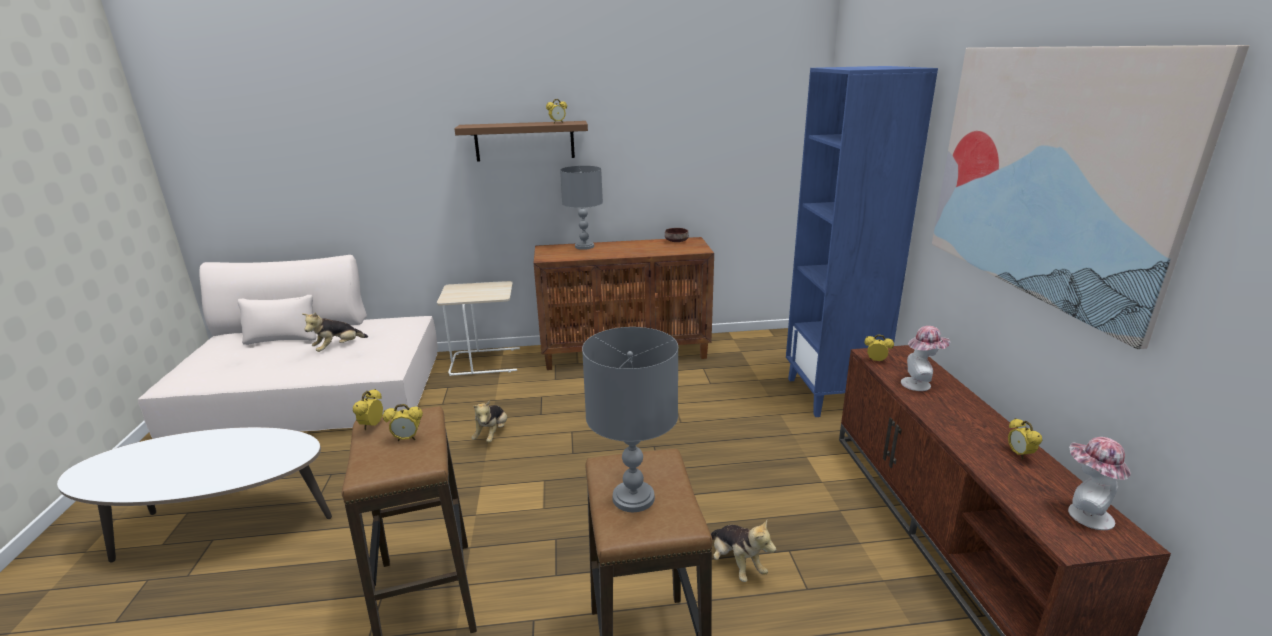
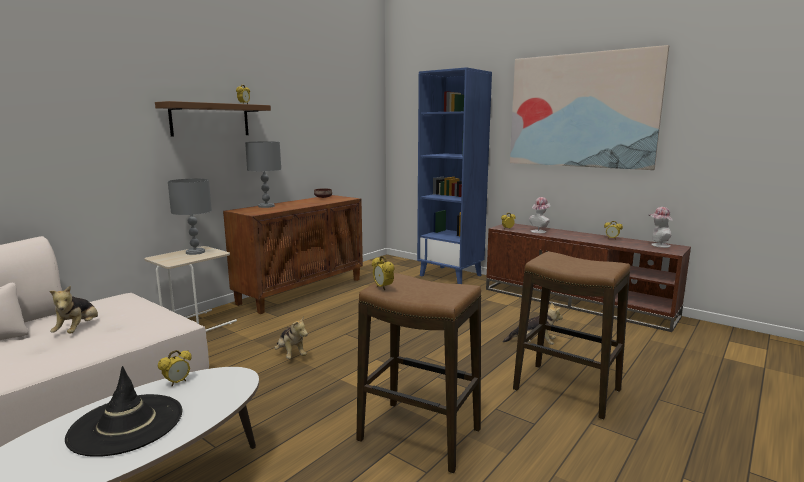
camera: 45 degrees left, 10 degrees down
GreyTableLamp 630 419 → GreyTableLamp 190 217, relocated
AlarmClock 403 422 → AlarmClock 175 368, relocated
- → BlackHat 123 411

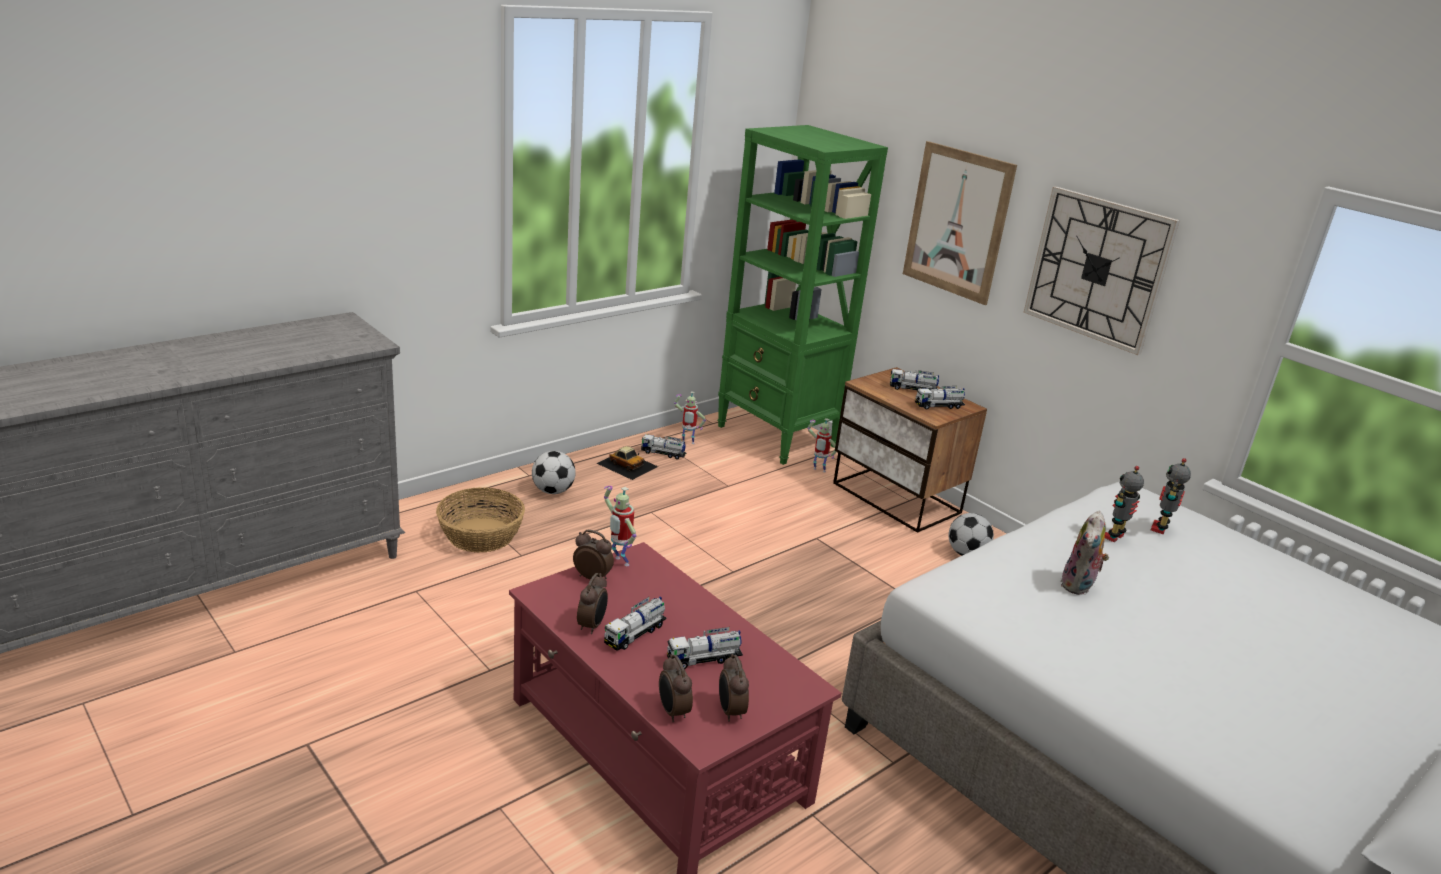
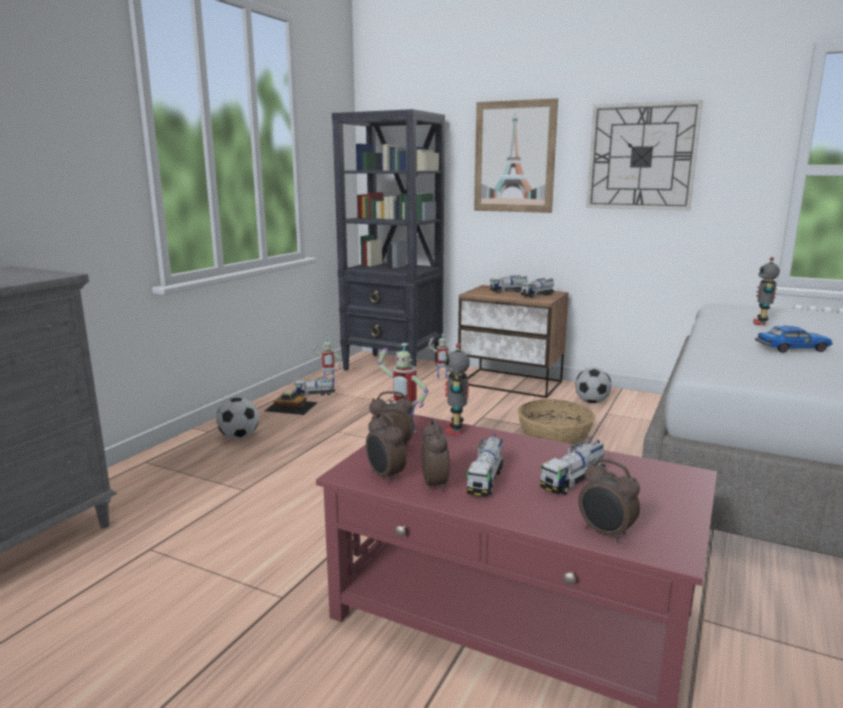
camera: 20 degrees left, 10 degrees down
GreenBookcase 802 295 → BlackBookcase 388 240
ToyRobot 1171 496 → ToyRobot 457 389, relocated
Basket 480 520 → Basket 556 421, relocated
PlushToy 1085 552 → ToyCar 794 339
AlarmClock 734 688 → AlarmClock 386 447, relocated

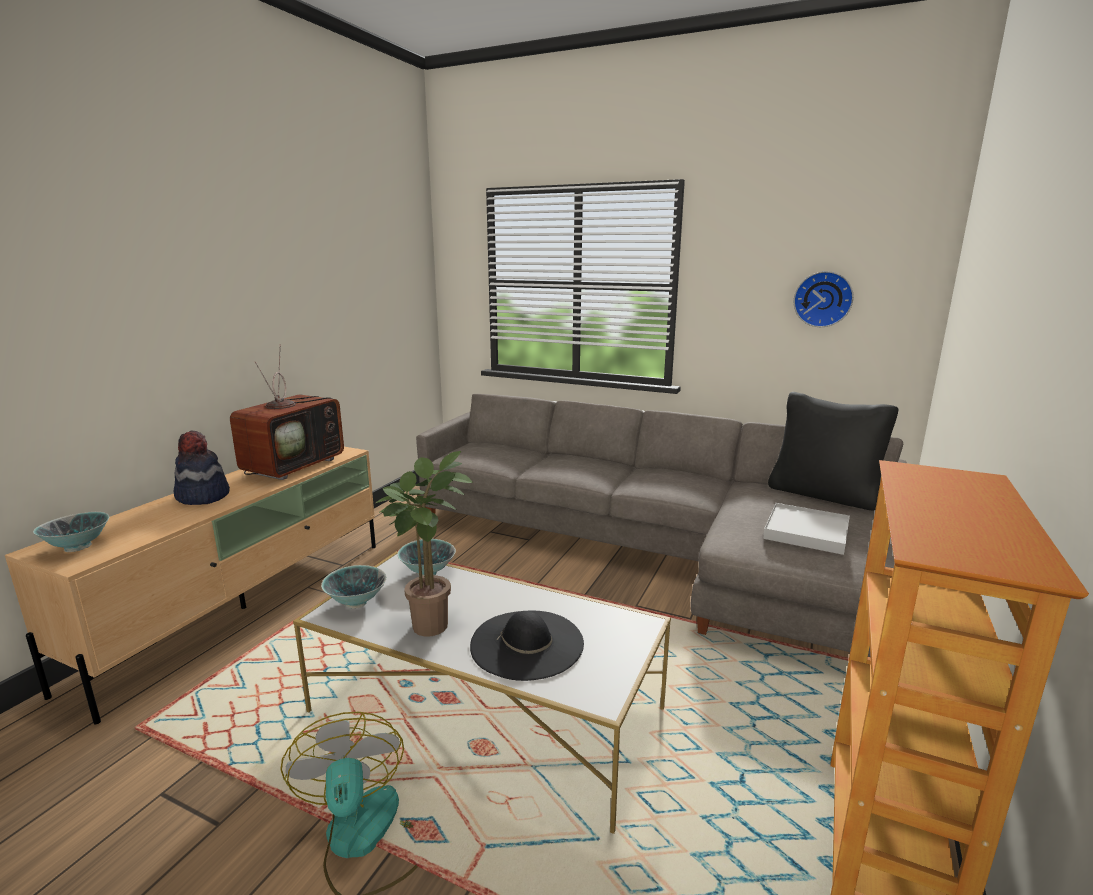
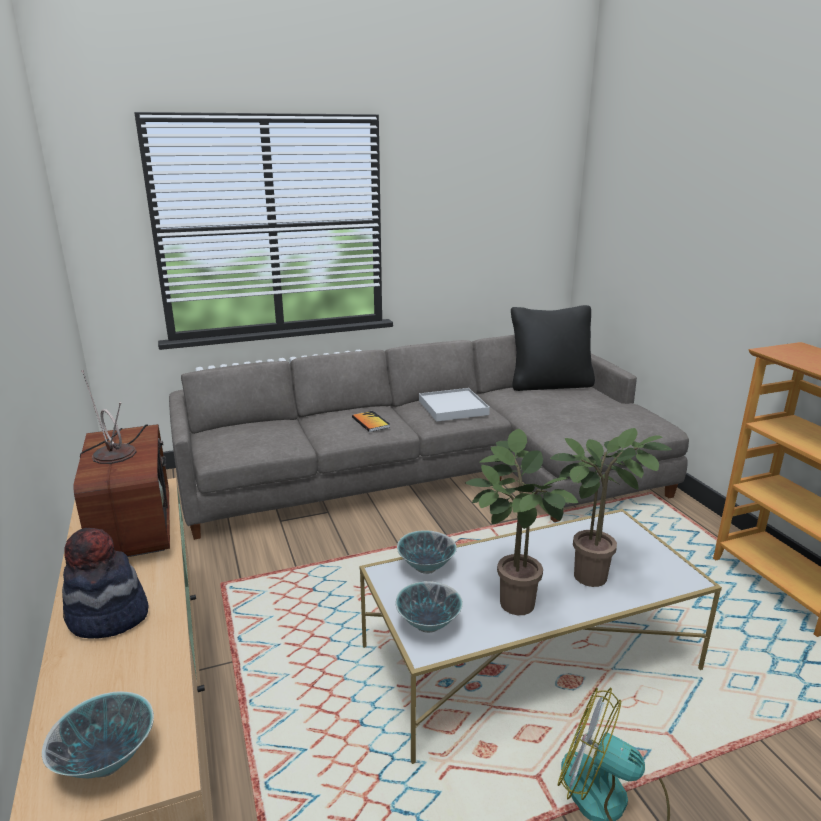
camera: 45 degrees left, 5 degrees up
WallClock 824 299 → -
WhiteTray 806 529 → WhiteTray 454 405, relocated
BlackHat 527 646 → PottedPlant 611 507
- → Book 371 421

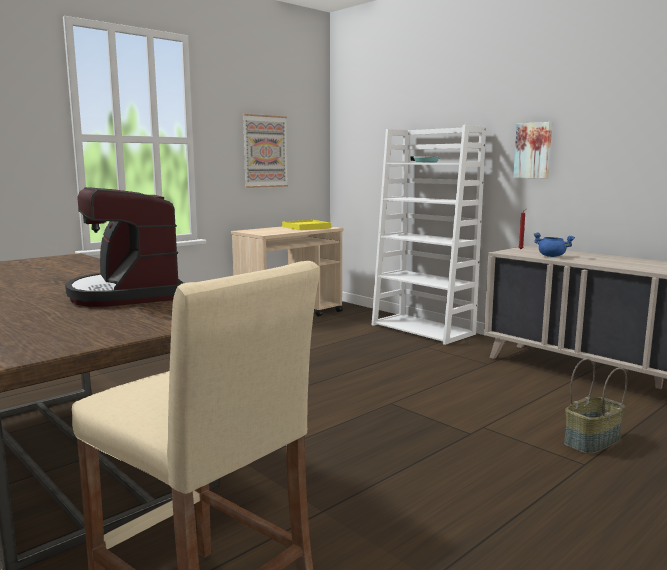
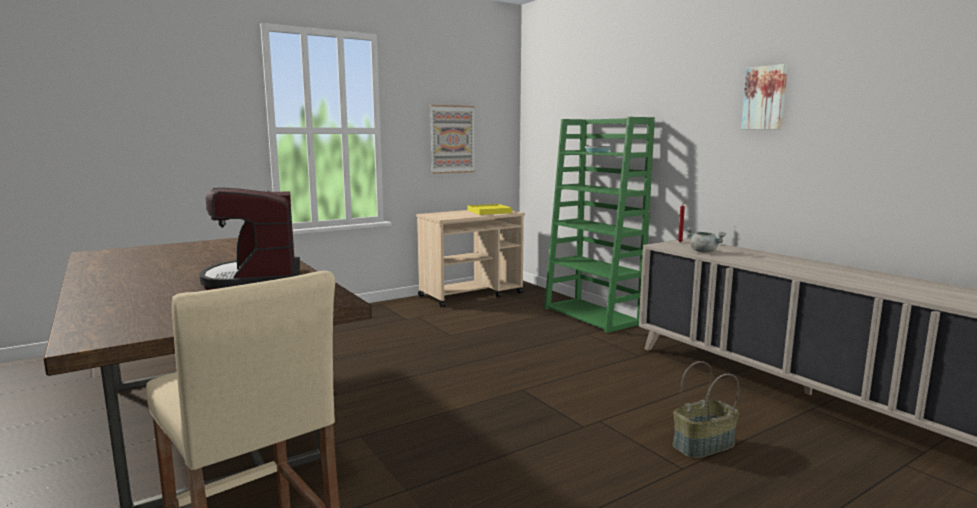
camera: 10 degrees right, 0 degrees up
Picture 532 150 → Picture 764 96, relocated
WhiteBookcase 429 235 → GreenBookcase 599 225
BlueCookingPot 554 245 → GreyCookingPot 706 239

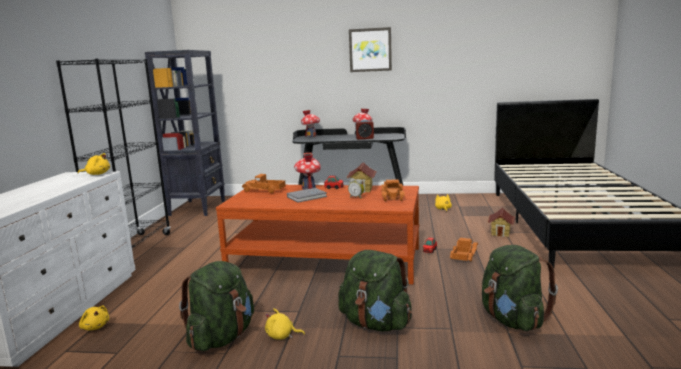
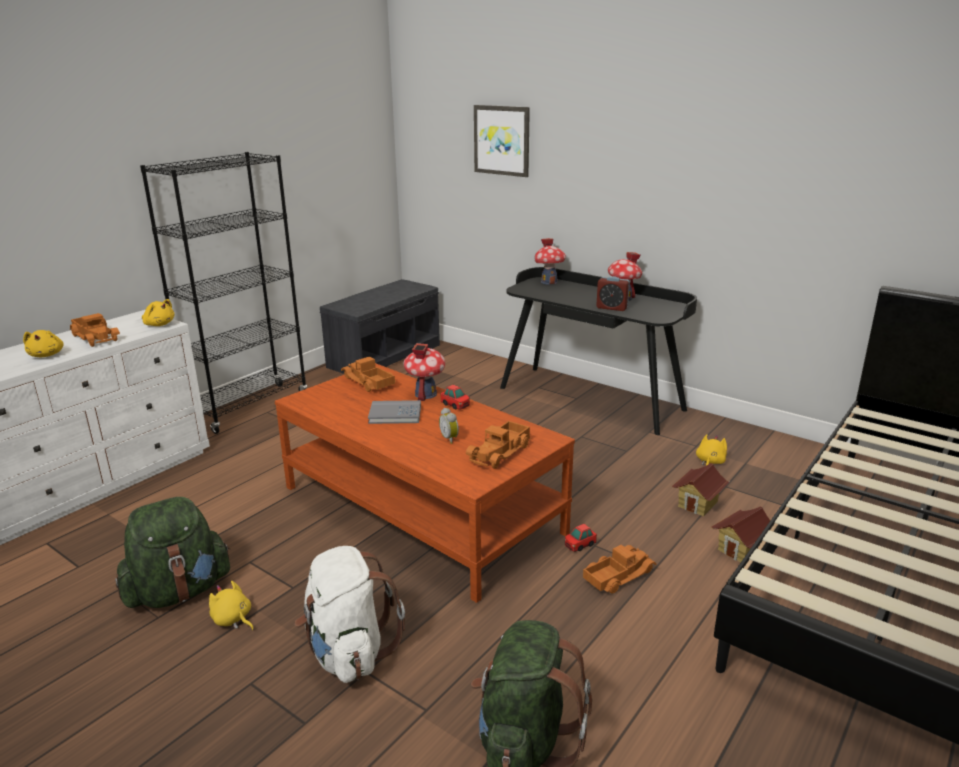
camera: 30 degrees right, 10 degrees up
Picture 370 49 → Picture 502 141, relocated
BlackBookcase 185 133 → GreyBench 380 326
ToyHouse 361 177 → ToyHouse 700 489, relocated
GreenBackpack 375 291 → WhiteBackpack 350 614
YellowPlushToy 94 317 → YellowPlushToy 43 343, relocated
- → ToyTruck 95 330

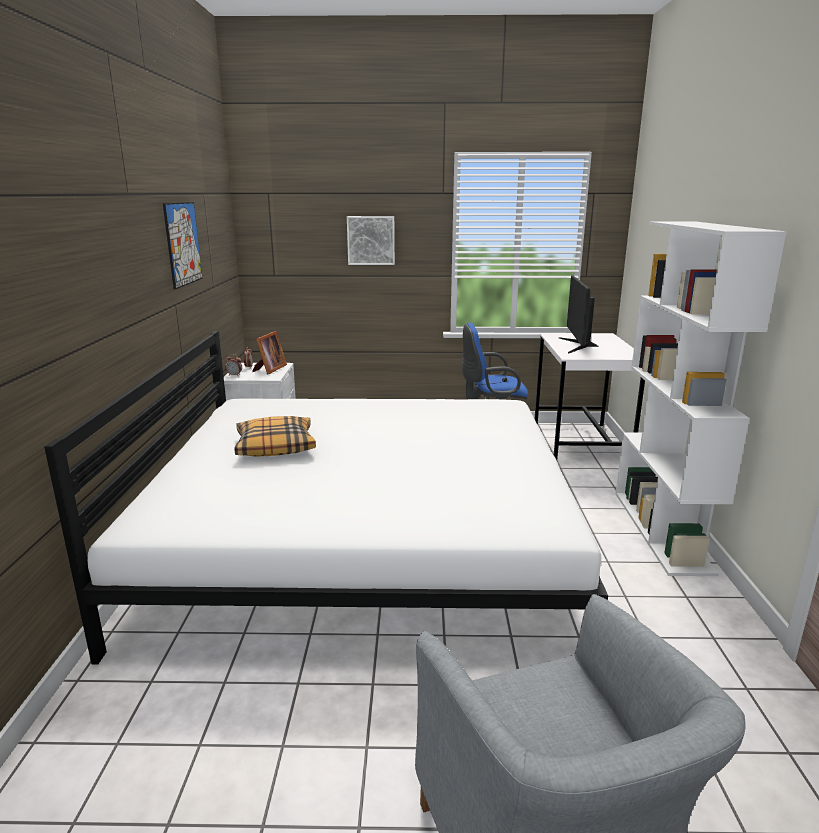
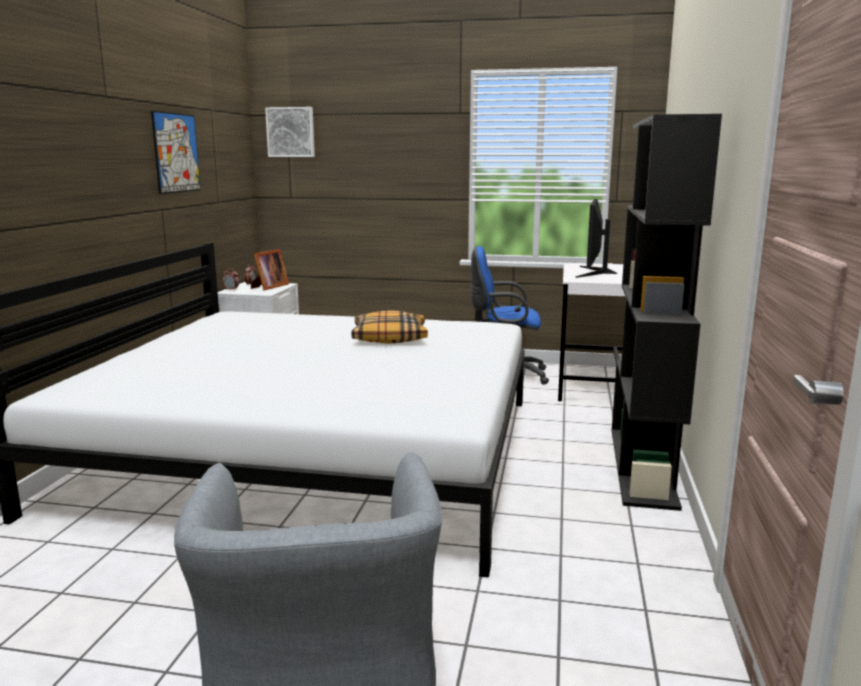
camera: 10 degrees right, 5 degrees down
Picture 371 240 → Picture 290 132, relocated
WhiteBookcase 701 399 → BlackBookcase 667 312
Pillow 275 436 → Pillow 389 327, relocated

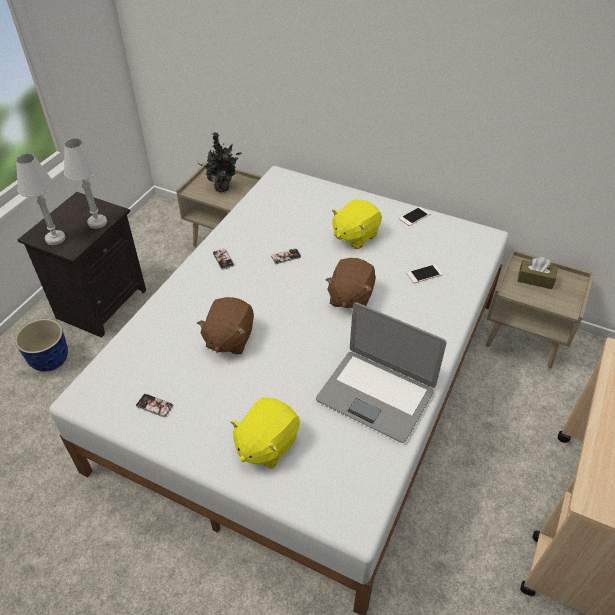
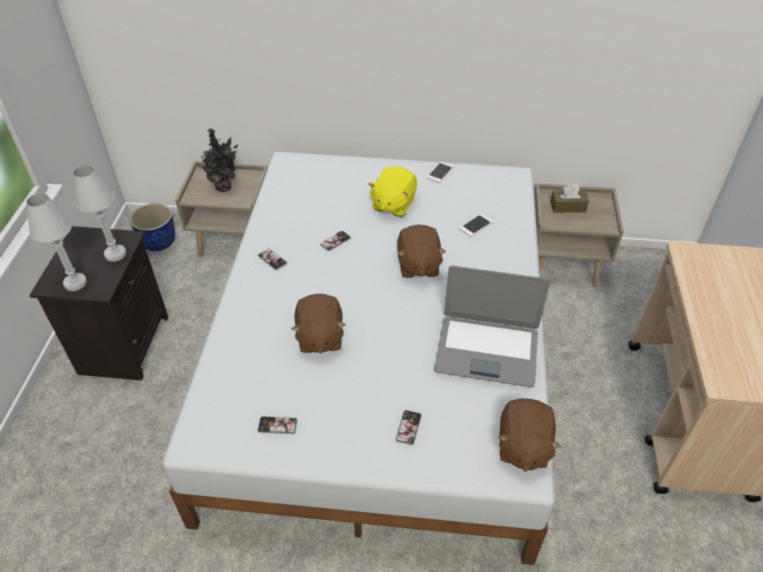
camera: 20 degrees left, 0 degrees up
Planter 41 345 → Planter 152 227, relocated
YellowPlushToy 265 433 → Phone 408 427
- → BrownPlushToy 529 435

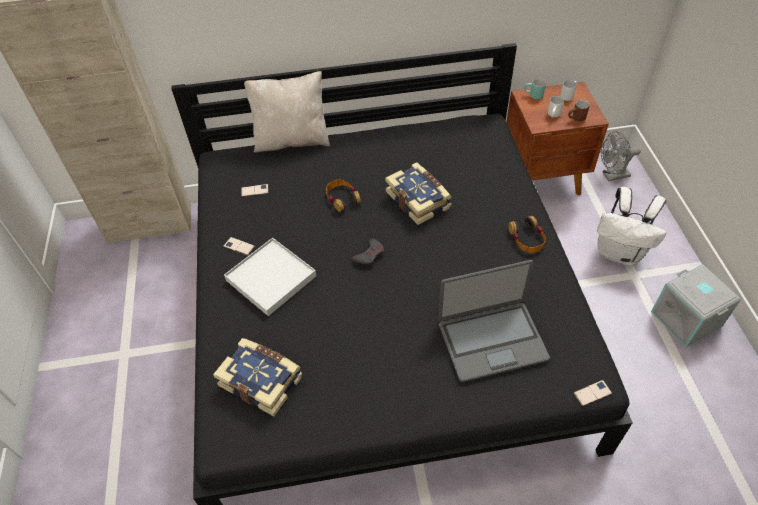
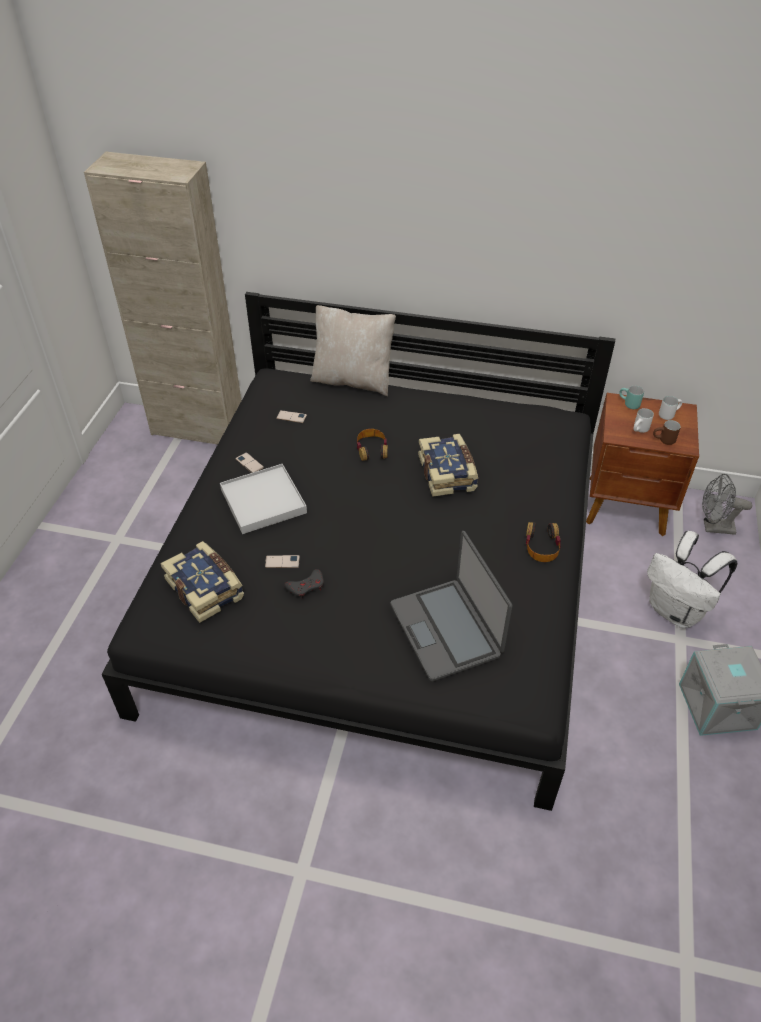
camera: 20 degrees right, 5 degrees down
GreyGameController 368 252 → GreyGameController 304 584, relocated
Laptop 494 321 → Laptop 451 606, 60 degrees clockwise
Phone 593 393 → Phone 282 561, relocated

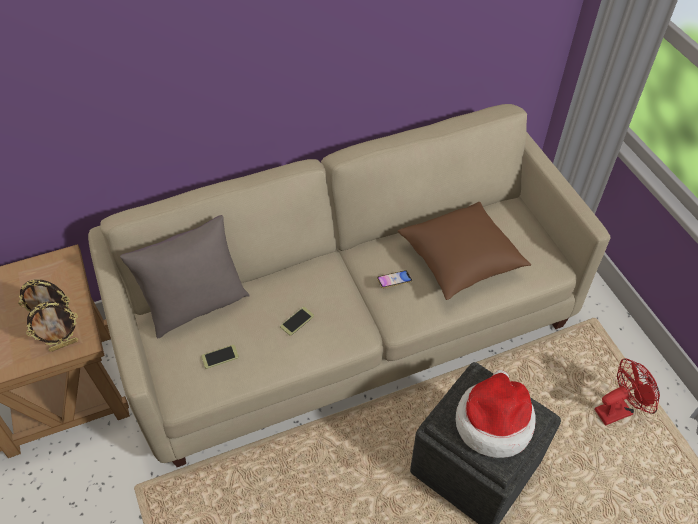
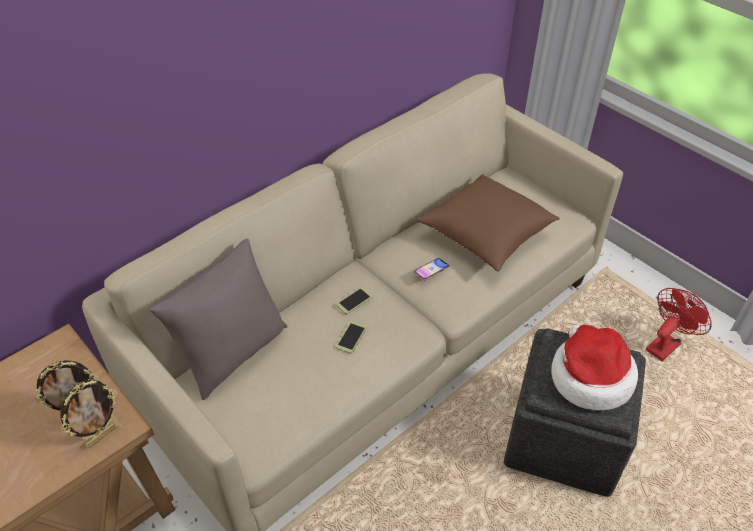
camera: 20 degrees left, 5 degrees down
Phone 220 357 → Phone 354 300, relocated

